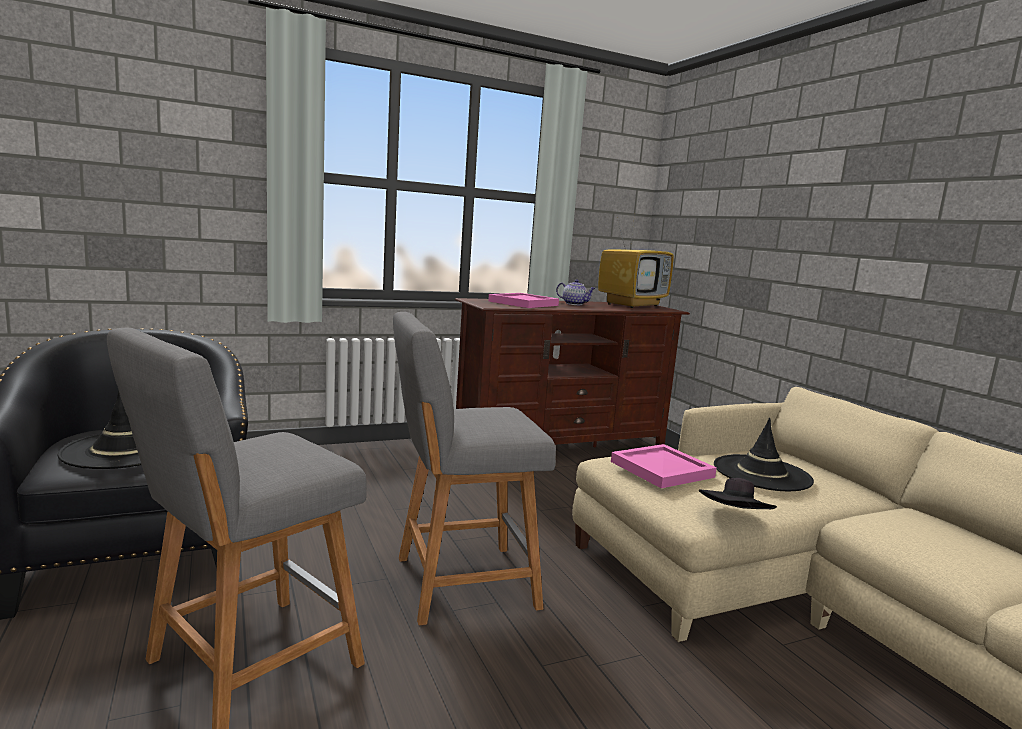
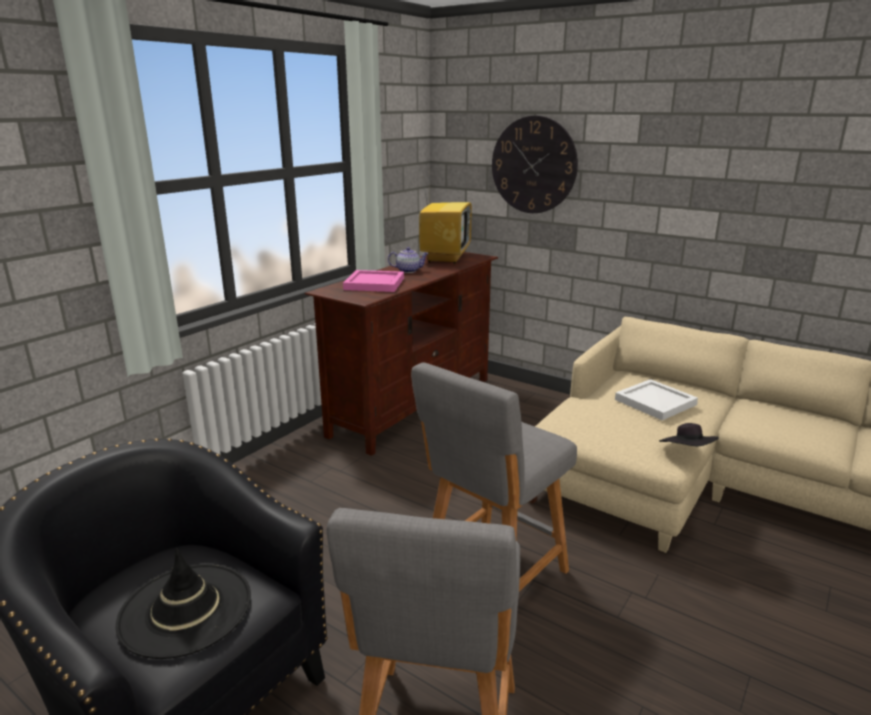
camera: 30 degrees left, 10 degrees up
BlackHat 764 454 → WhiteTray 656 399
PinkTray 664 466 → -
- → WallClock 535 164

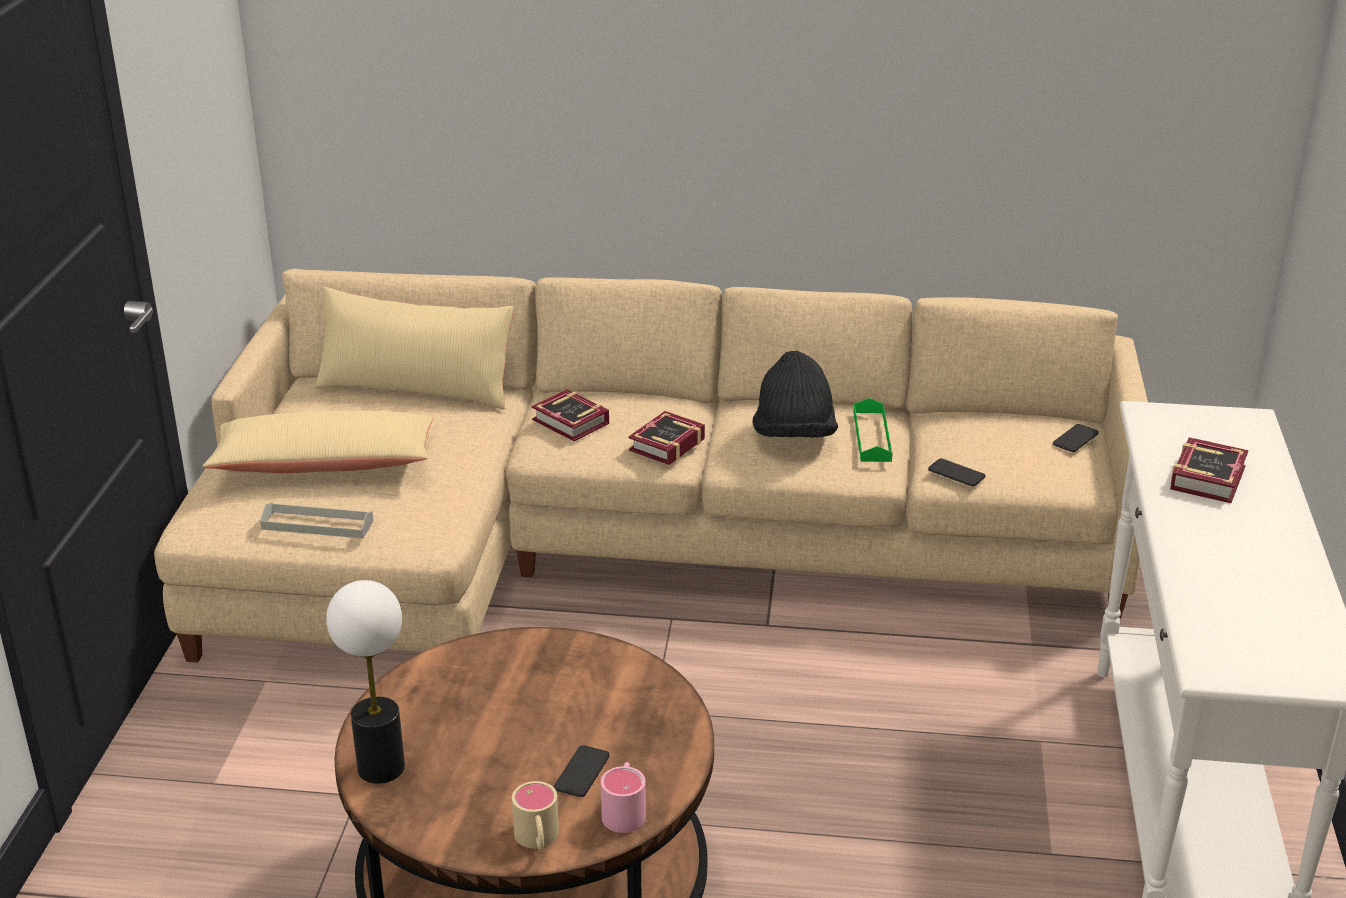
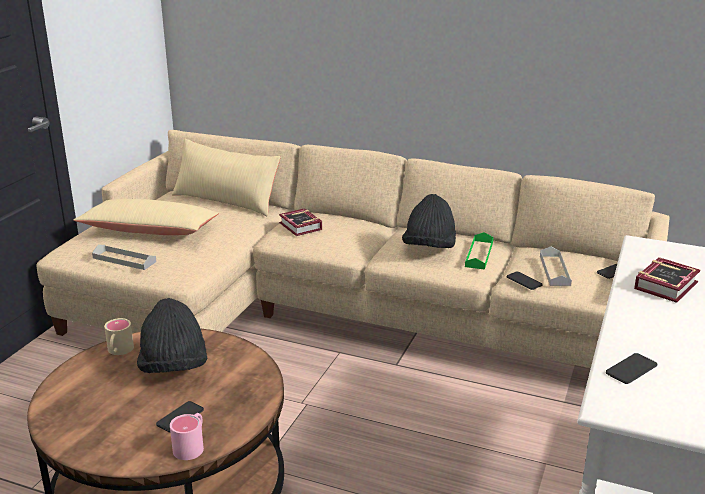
camera: 15 degrees right, 5 degrees down
Book 667 438 → -
TableLamp 365 682 → -
BeigeMug 535 815 → BeigeMug 119 336, relocated
- → GreyTray 556 266
- → BlackHat 172 335
- → Phone 631 368

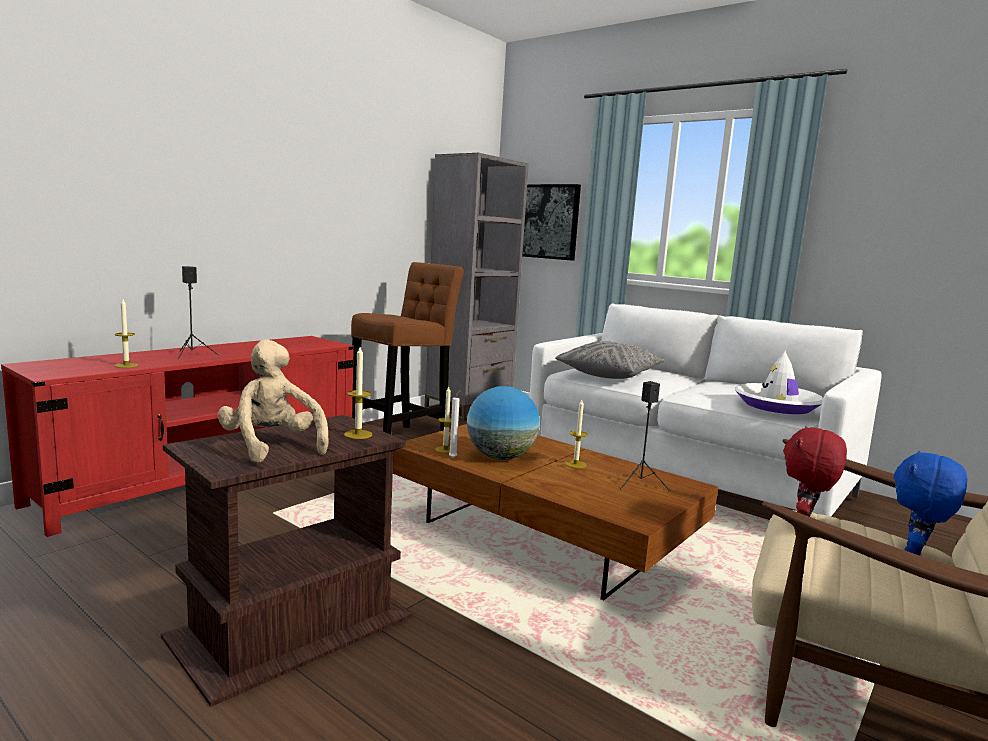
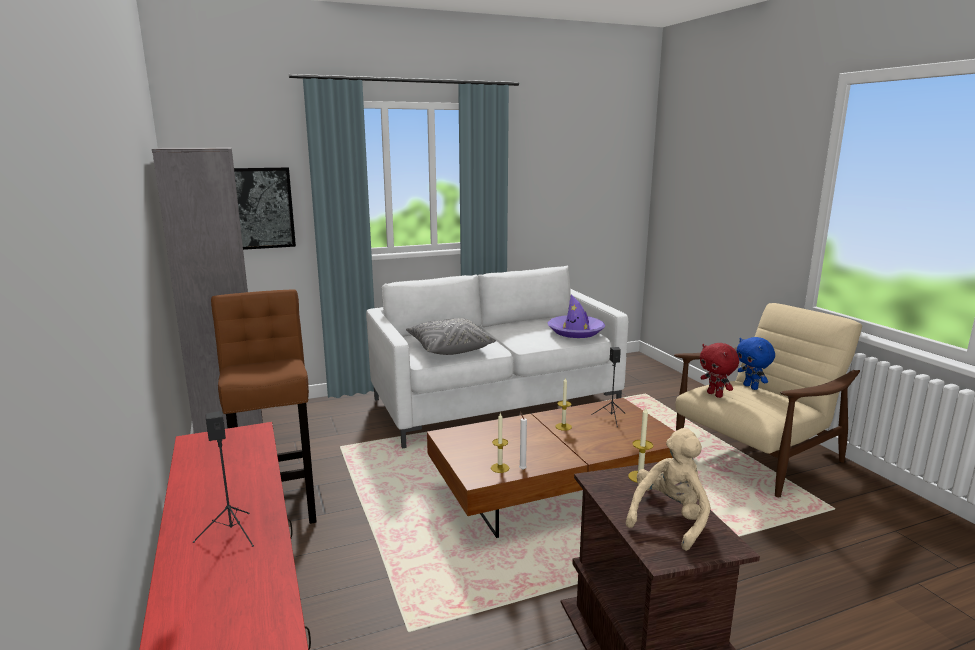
camera: 60 degrees left, 5 degrees up
Candle 126 333 → -
BeigePlushToy 273 401 → BeigePlushToy 668 489, 135 degrees clockwise
WhiteHat 779 382 → PurpleHat 576 316
Globe 503 423 → -

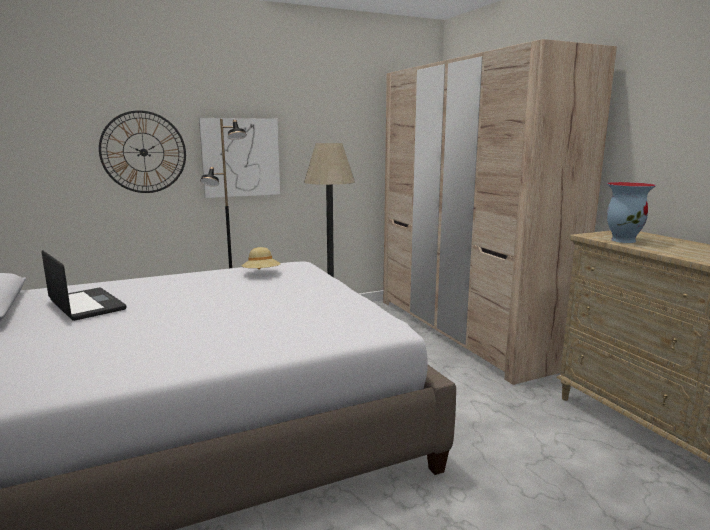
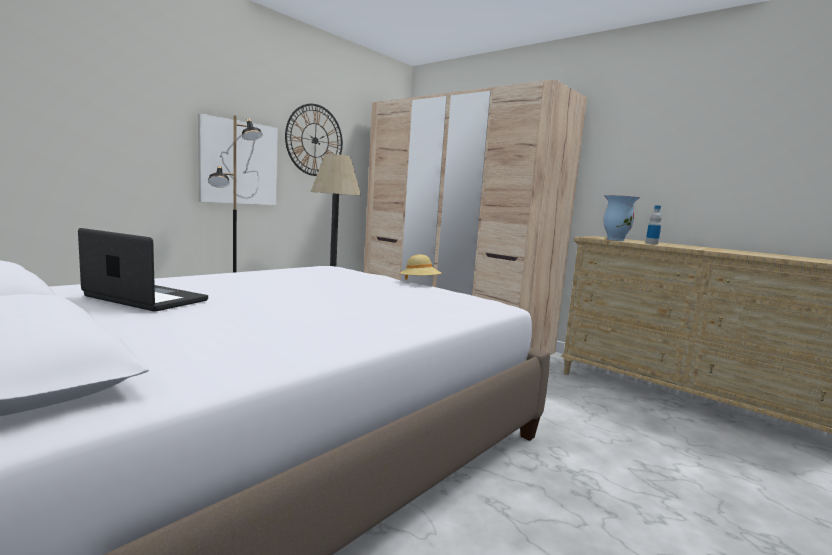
camera: 25 degrees left, 5 degrees down
WallClock 142 151 → WallClock 314 140, relocated
BeigeHat 261 258 → BeigeHat 421 267, relocated
- → Bottle 654 225

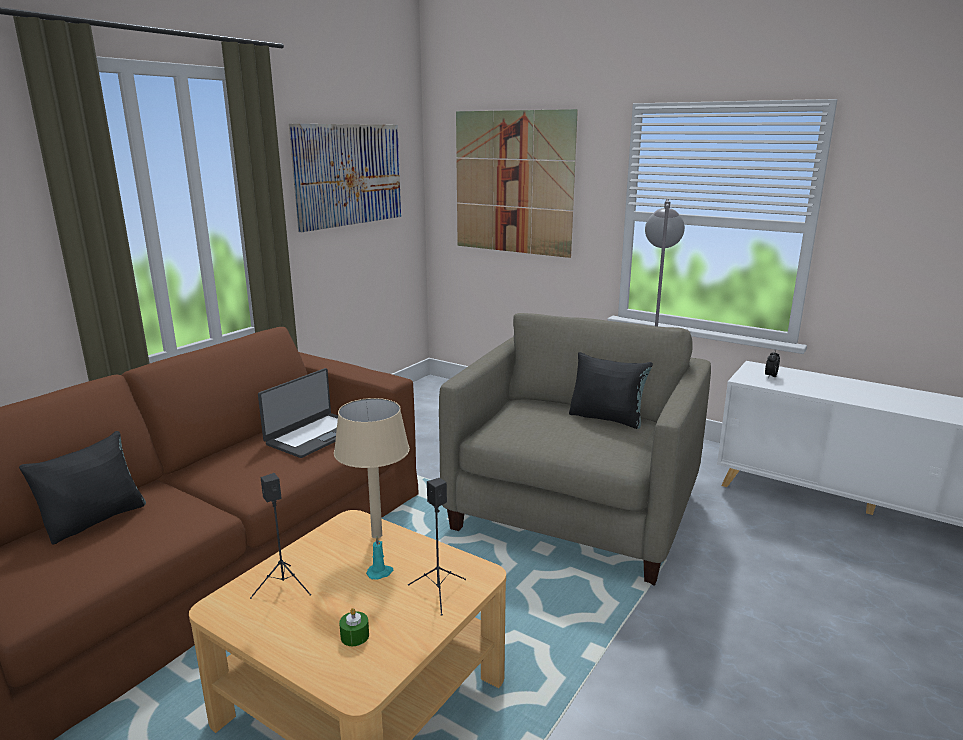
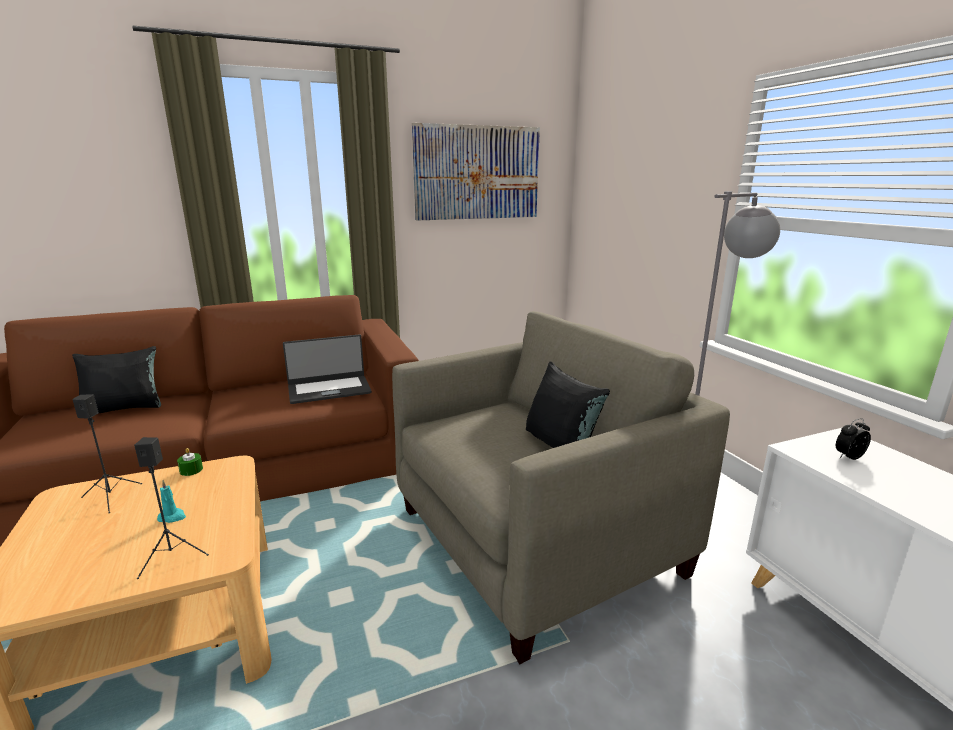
camera: 35 degrees right, 0 degrees up
Picture 517 183 → -
BeigeTableLamp 372 468 → -
GreenCandle 354 627 → GreenCandle 190 462, relocated

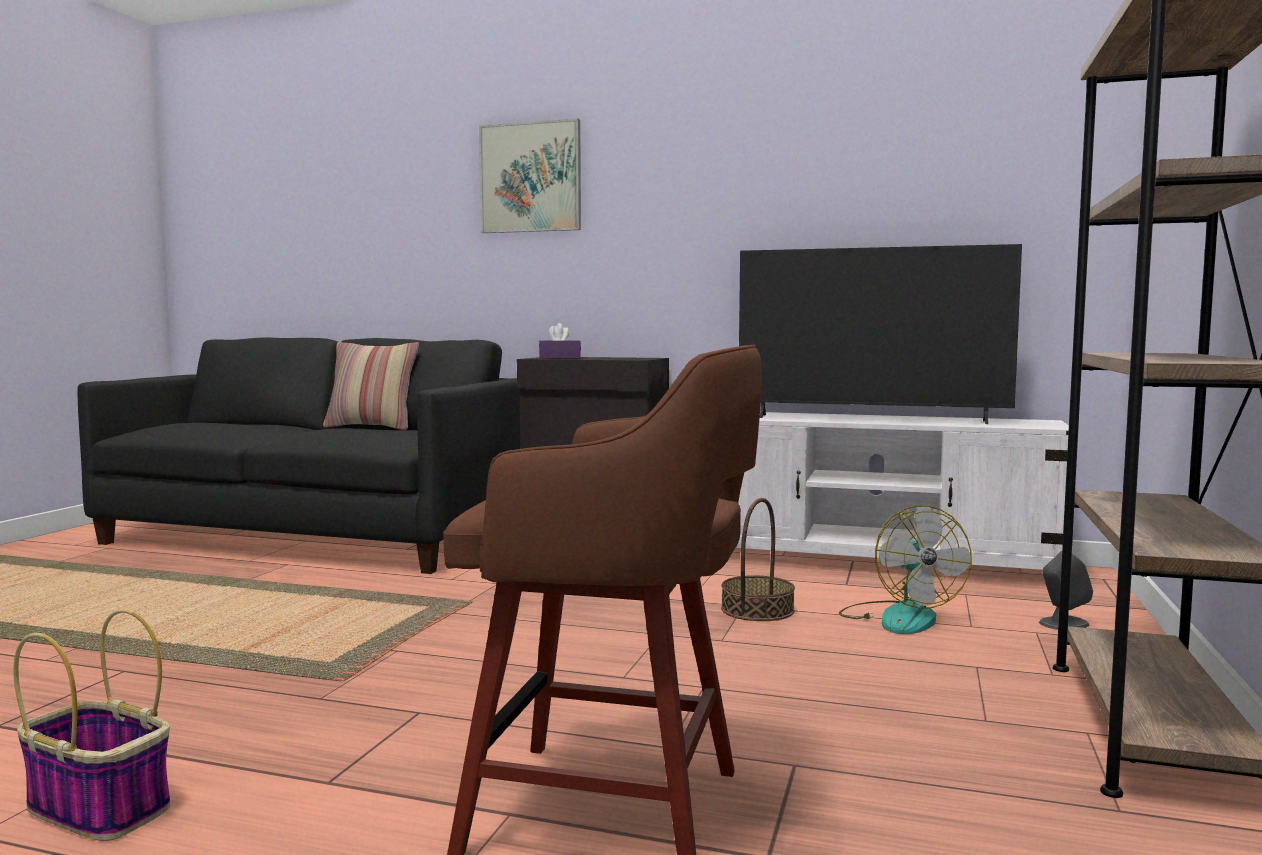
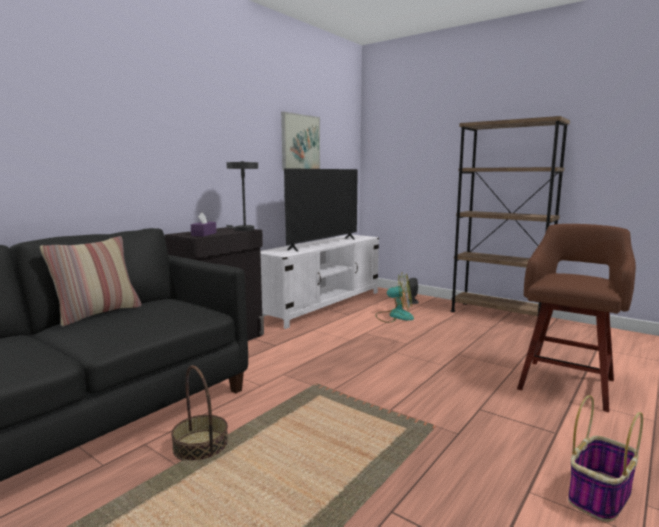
camera: 70 degrees left, 5 degrees up
Picture 530 175 → Picture 300 141, relocated
Basket 758 559 → Basket 199 413, relocated
- → GreyTableLamp 242 196

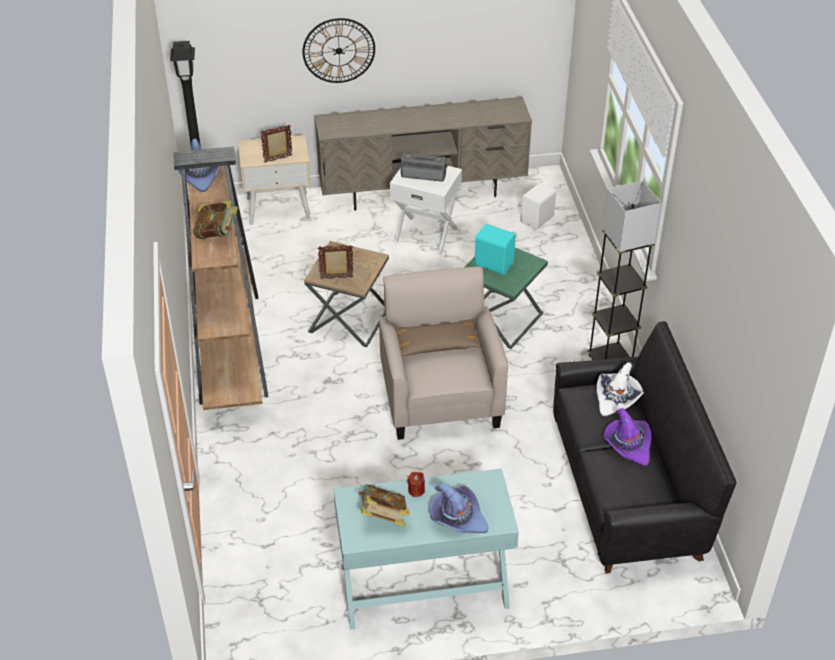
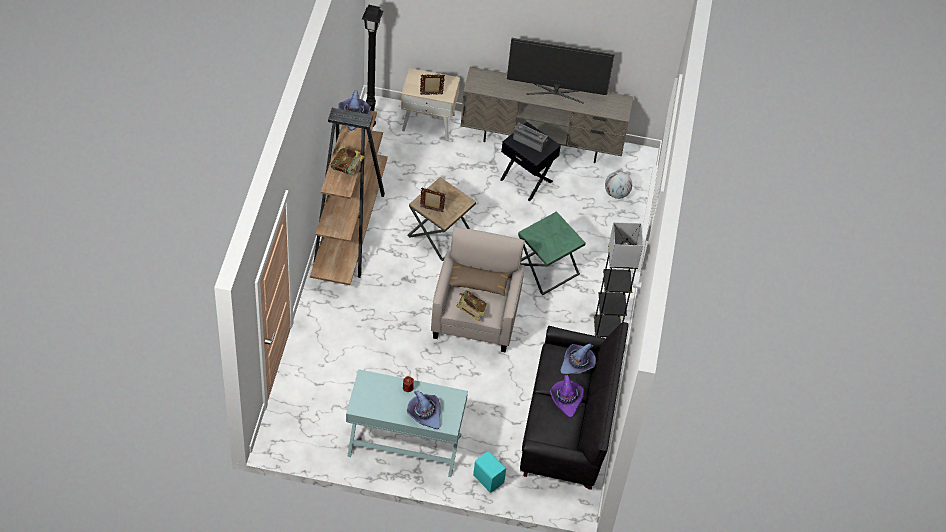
camera: 15 degrees right, 10 degrees up
WallClock 339 50 → -
WhiteSideTable 426 210 → BlackSideTable 530 161
WhiteSpeaker 538 206 → Globe 618 185
TurquoiseSpeaker 495 249 → TurquoiseSpeaker 489 472, relocated
WhiteHat 620 389 → PurpleHat 578 359
Book 383 505 → Book 471 305, relocated
- → Television 561 70

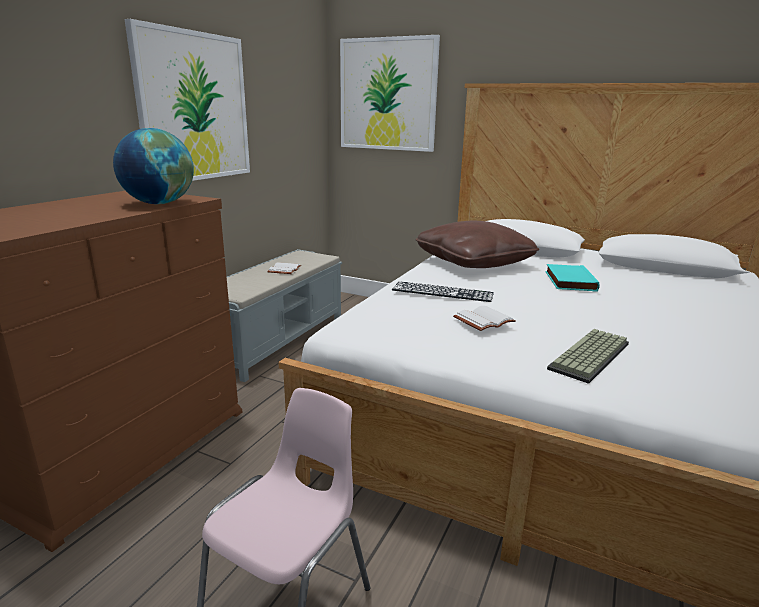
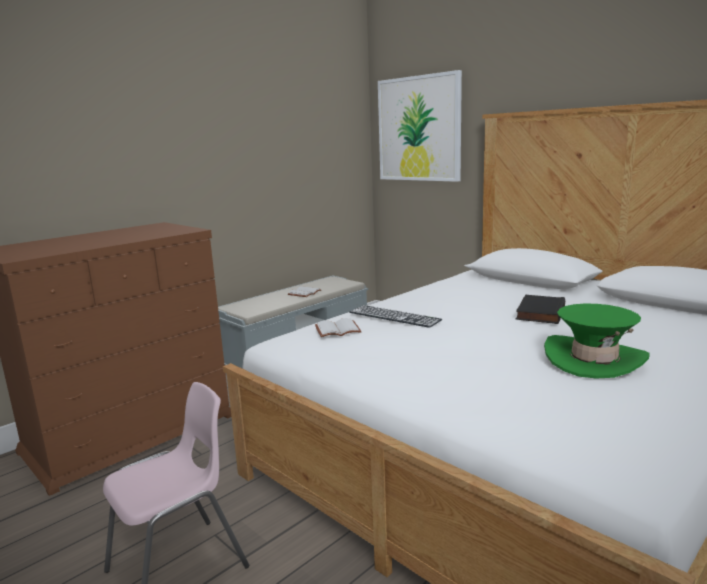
camera: 20 degrees right, 5 degrees down
Picture 187 100 → -
Globe 153 166 → -
BrownPillow 477 244 → -
TurquoiseBook 572 278 → BlackBook 540 309
WhiteBook 484 318 → WhiteBook 338 327, relocated
Keyboard 588 356 → -
- → GreenHat 597 341

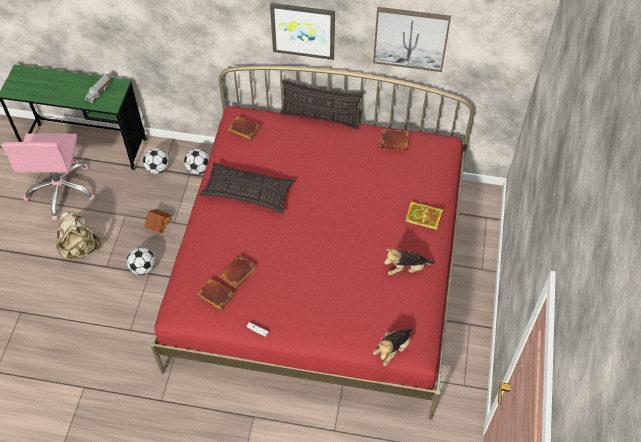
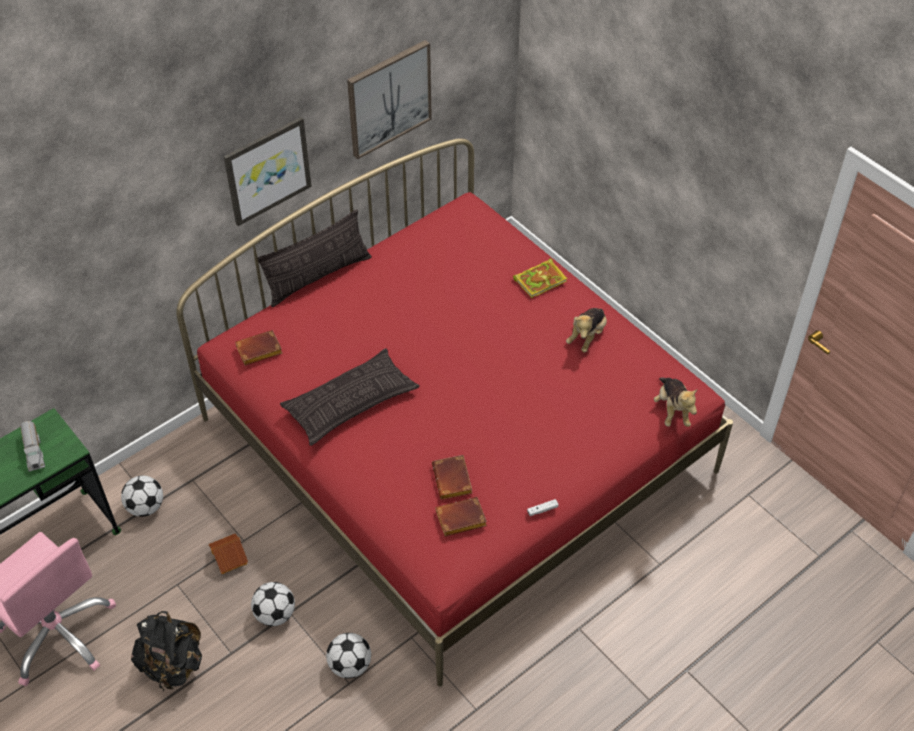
camera: 50 degrees left, 5 degrees down
BrownBook 395 139 → -
Football 196 161 → Football 348 655, relocated
BeigeBackpack 78 235 → BlackBackpack 166 651

